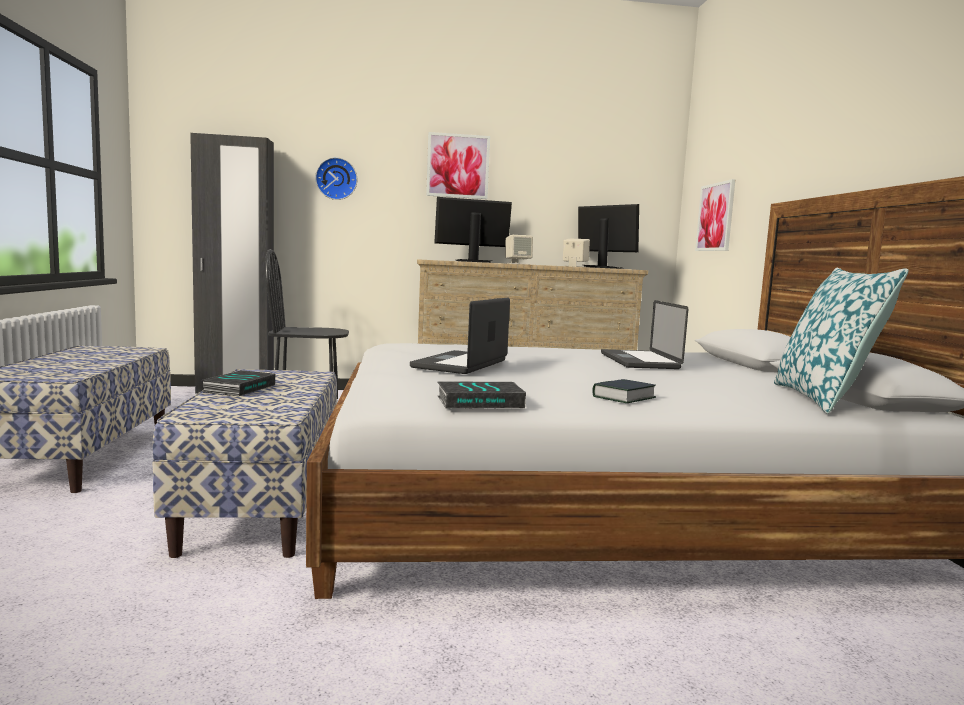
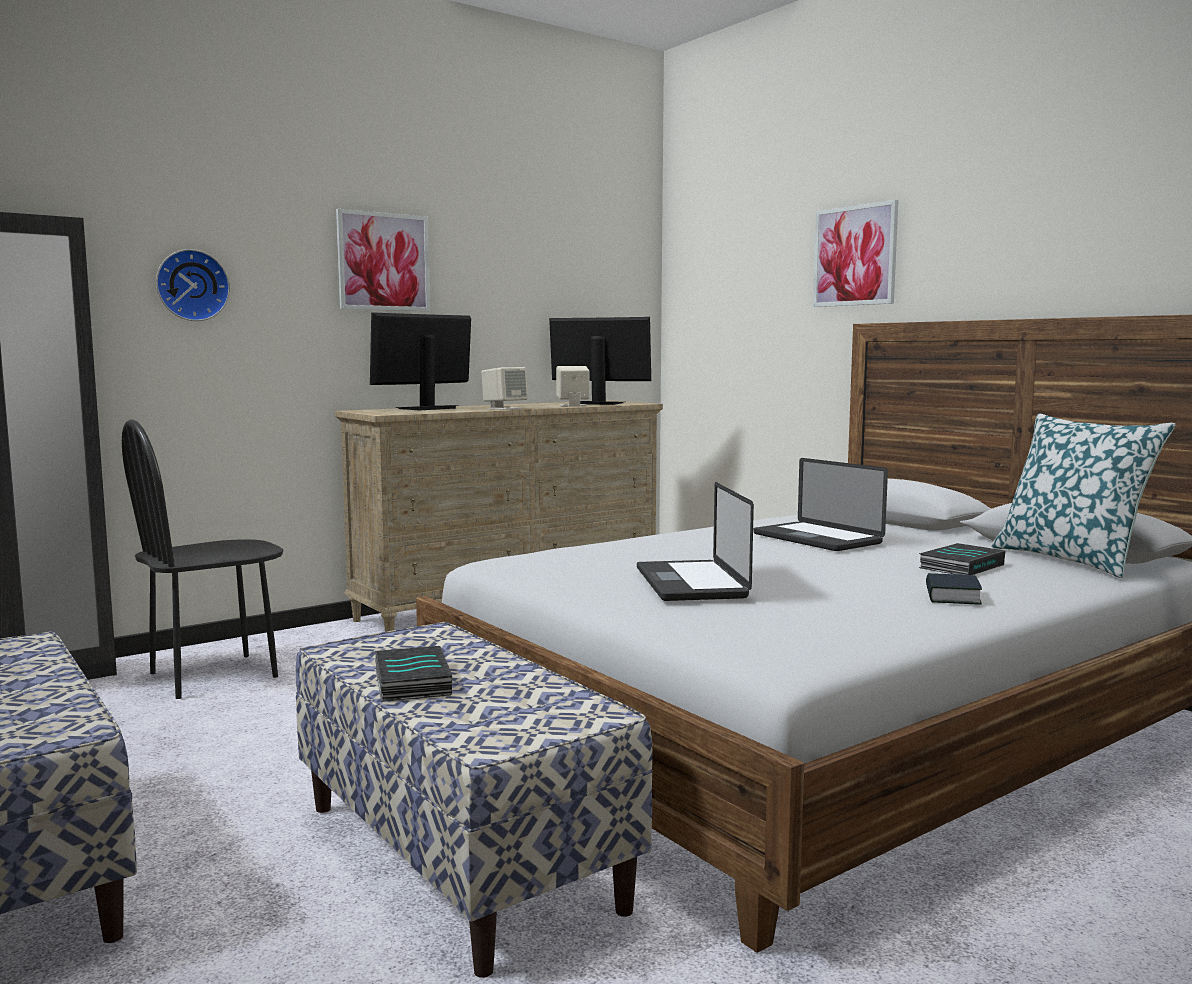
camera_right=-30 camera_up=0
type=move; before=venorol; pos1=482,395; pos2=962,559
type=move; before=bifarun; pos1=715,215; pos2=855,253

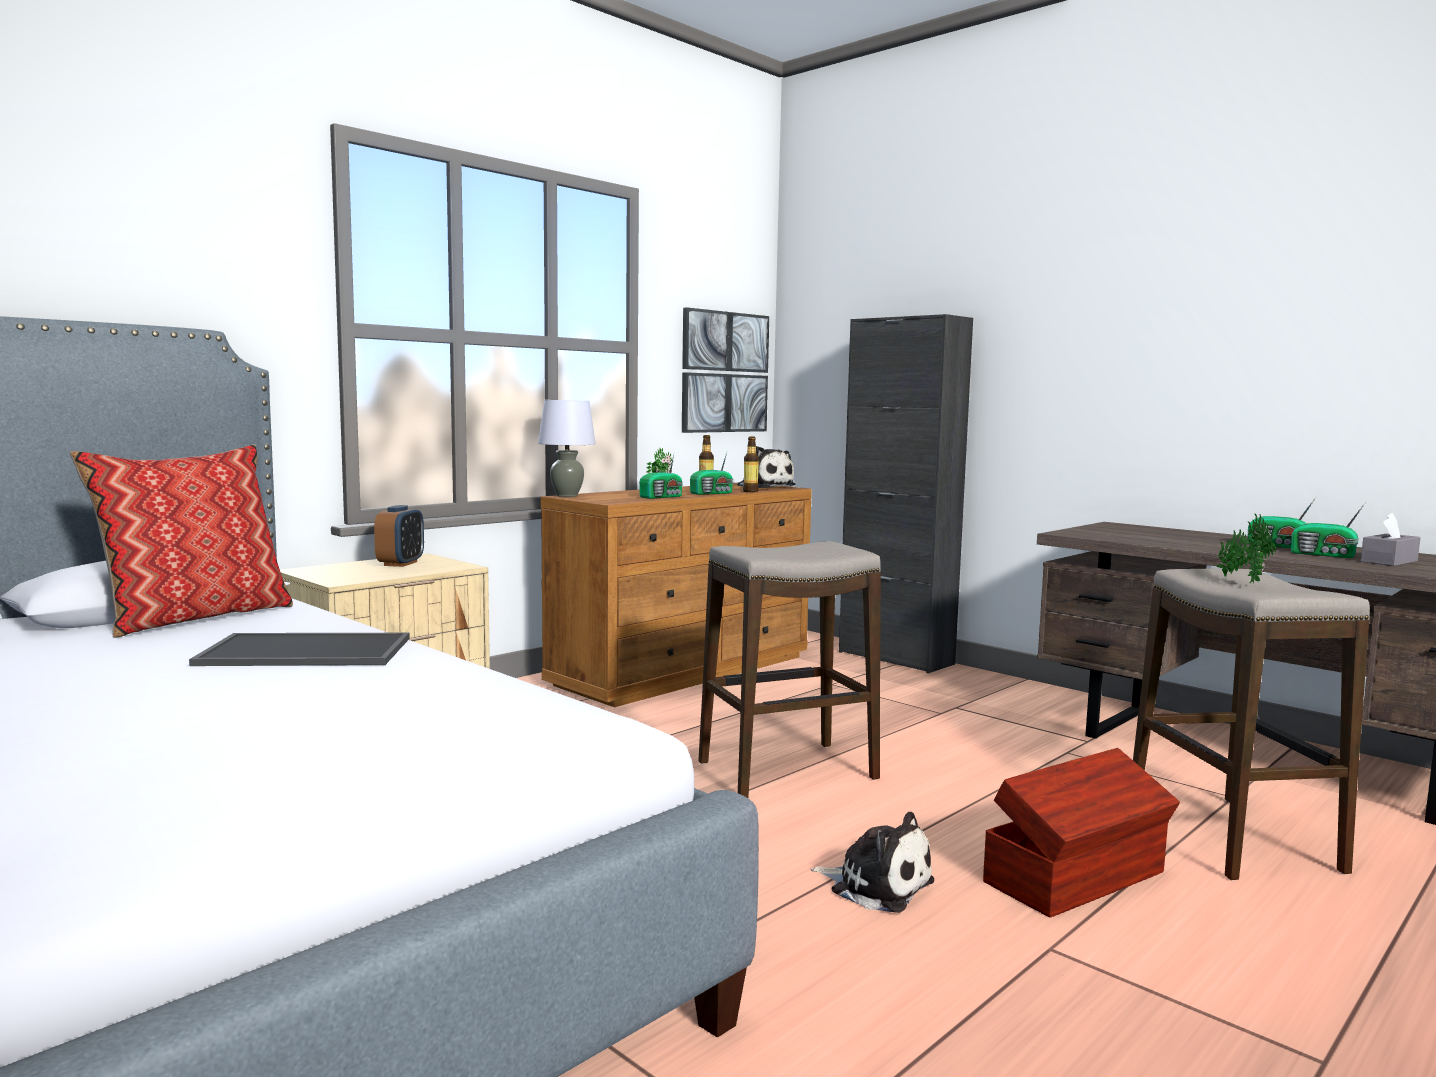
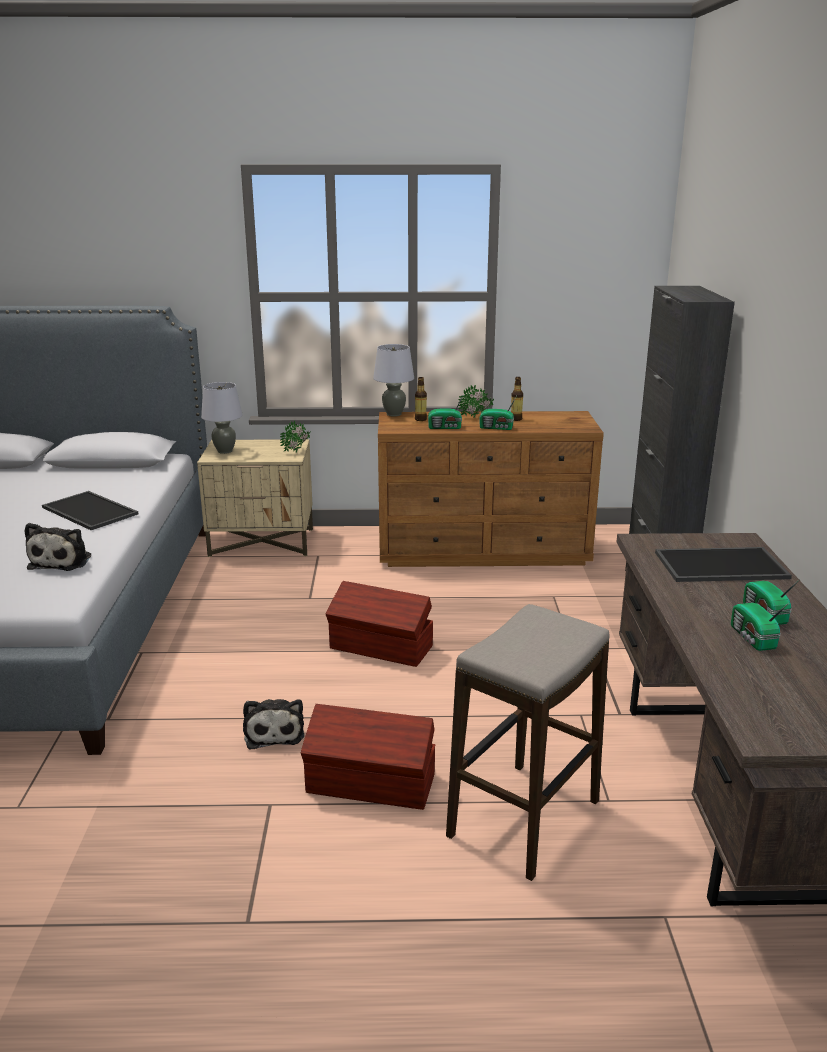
camera_right=45 camera_up=15
type=delete; before=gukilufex; pos1=181,541
type=delete; before=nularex; pos1=399,536
type=delete; before=bifarun; pos1=725,370
type=replace; before=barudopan; after=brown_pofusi; pos1=789,669; pos2=379,624
type=move; before=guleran; pos1=765,467; pos2=58,547
type=move; before=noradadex; pos1=751,464; pos2=421,399
type=move; before=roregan; pos1=1245,548; pos2=295,436
type=delete; before=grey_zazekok; pos1=1390,539
type=insert; after=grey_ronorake; pos2=222,418
type=insert; after=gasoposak; pos2=723,564

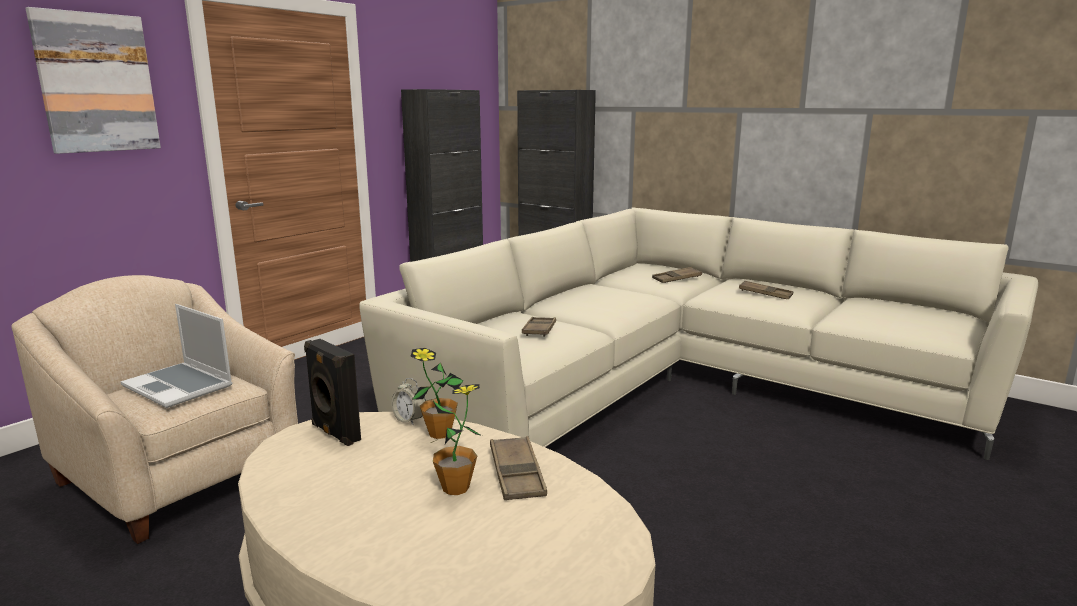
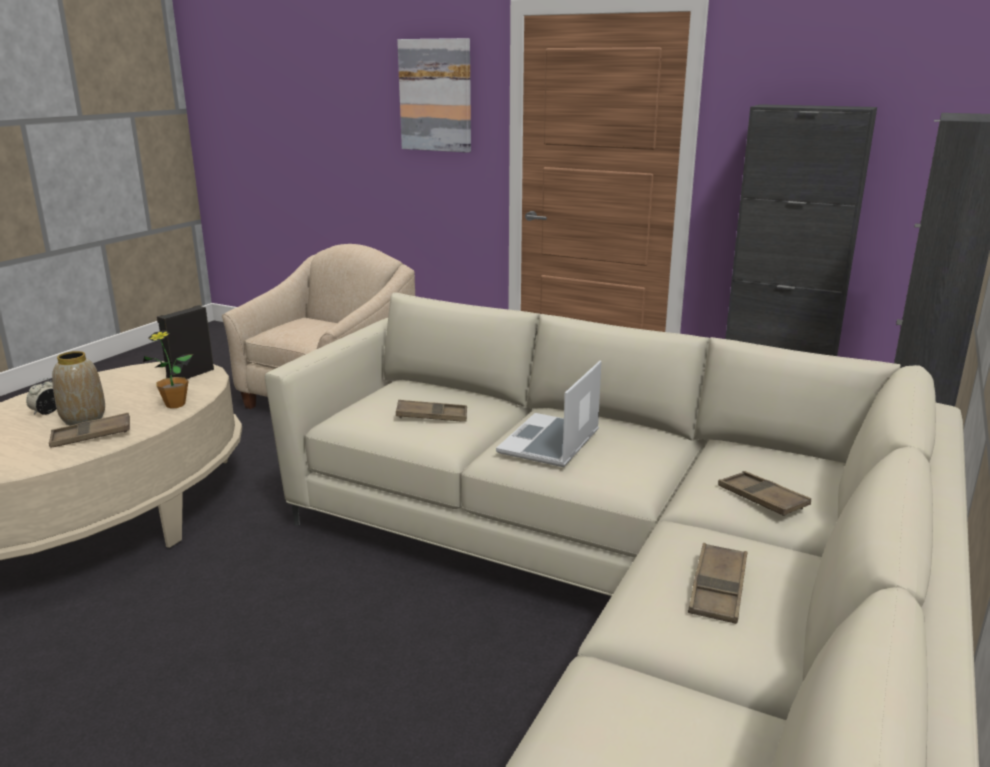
camera_right=80 camera_up=5
type=move; before=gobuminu; pos1=176,356; pos2=548,414
type=move; before=nularex; pos1=408,401; pos2=41,396
type=replace; before=roregan; after=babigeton; pos1=456,439; pos2=78,388

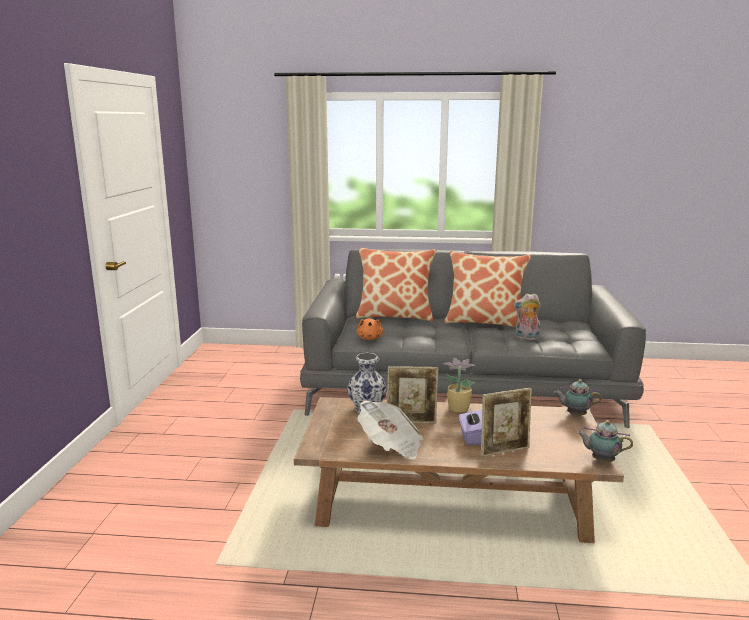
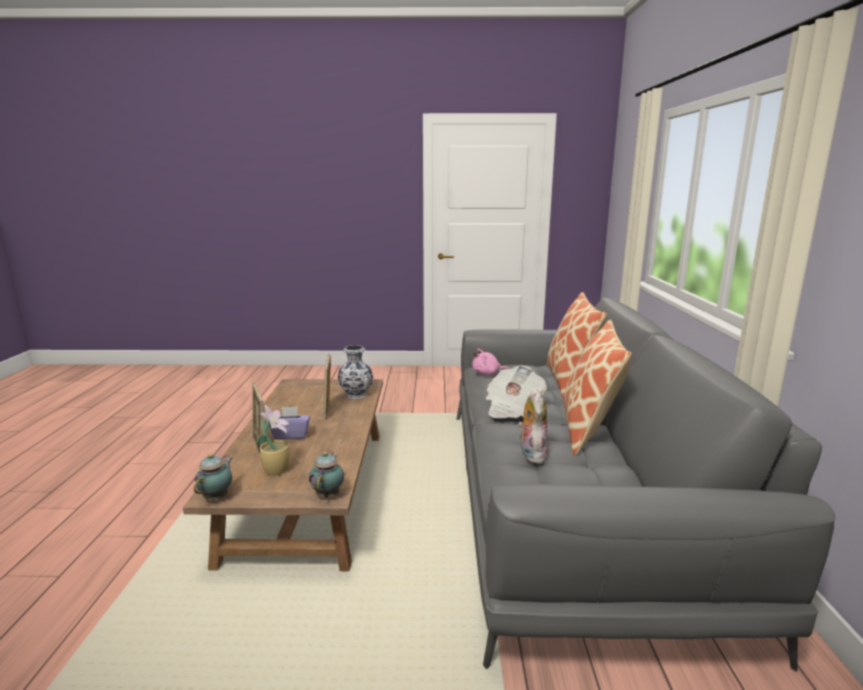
camera_right=85 camera_up=0
type=recolor; before=orange_guleran; after=pink_guleran; pos1=369,329; pos2=490,362
type=move; before=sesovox; pos1=390,430; pos2=516,392
type=move; before=roregan; pos1=459,385; pos2=273,440

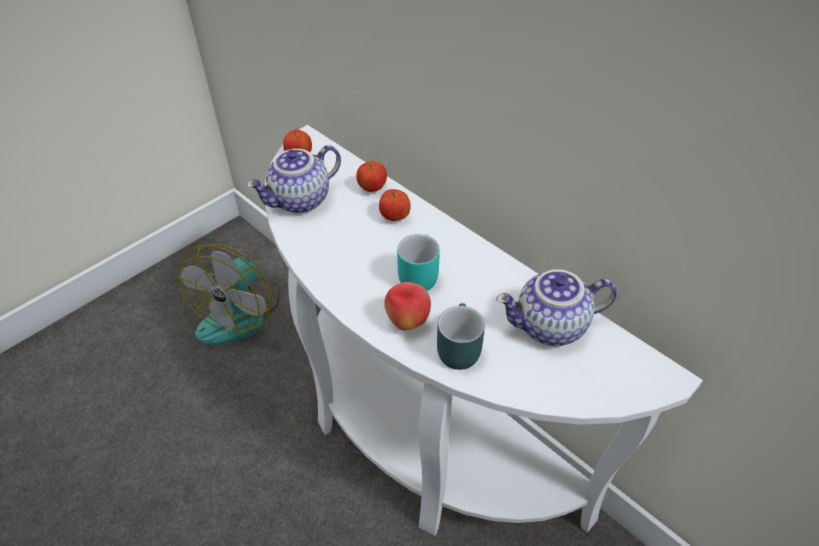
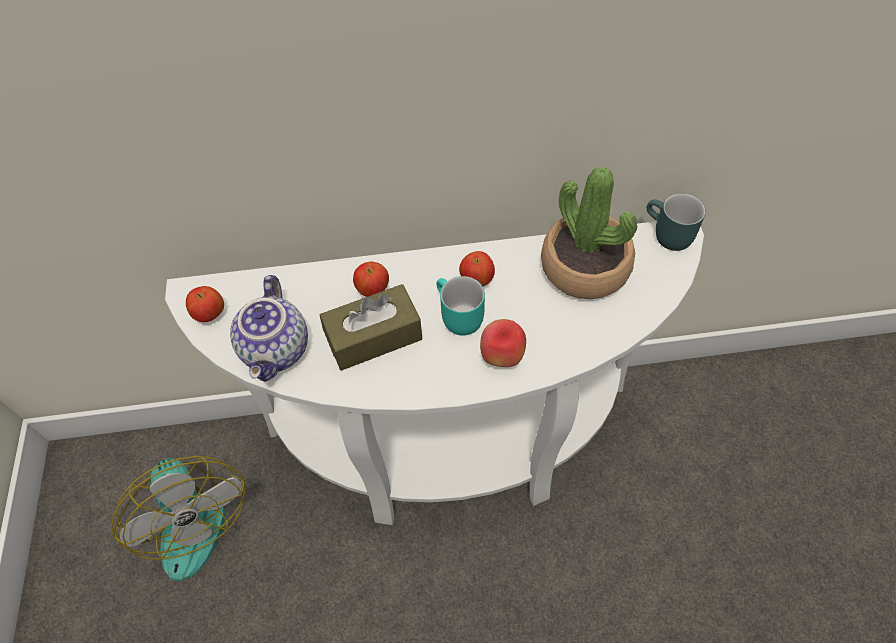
camera_right=-50 camera_up=10
type=move; before=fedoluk; pos1=371,176; pos2=477,268
type=move; before=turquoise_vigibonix; pos1=461,336; pos2=676,222
type=replace; before=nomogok; after=roregan; pos1=556,308; pos2=589,233
type=insert; after=brown_zazekok; pos2=371,327

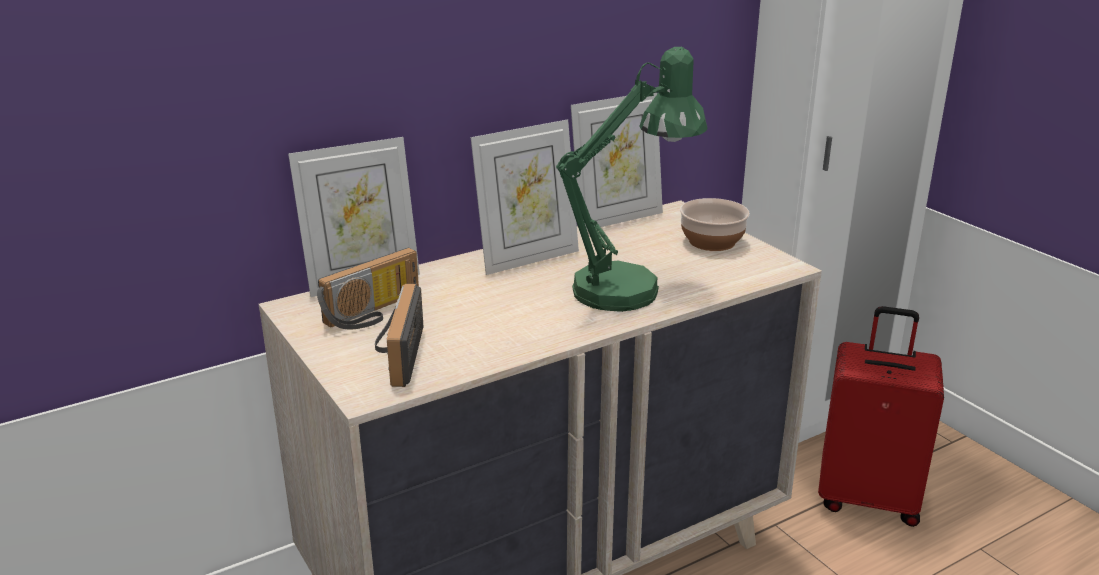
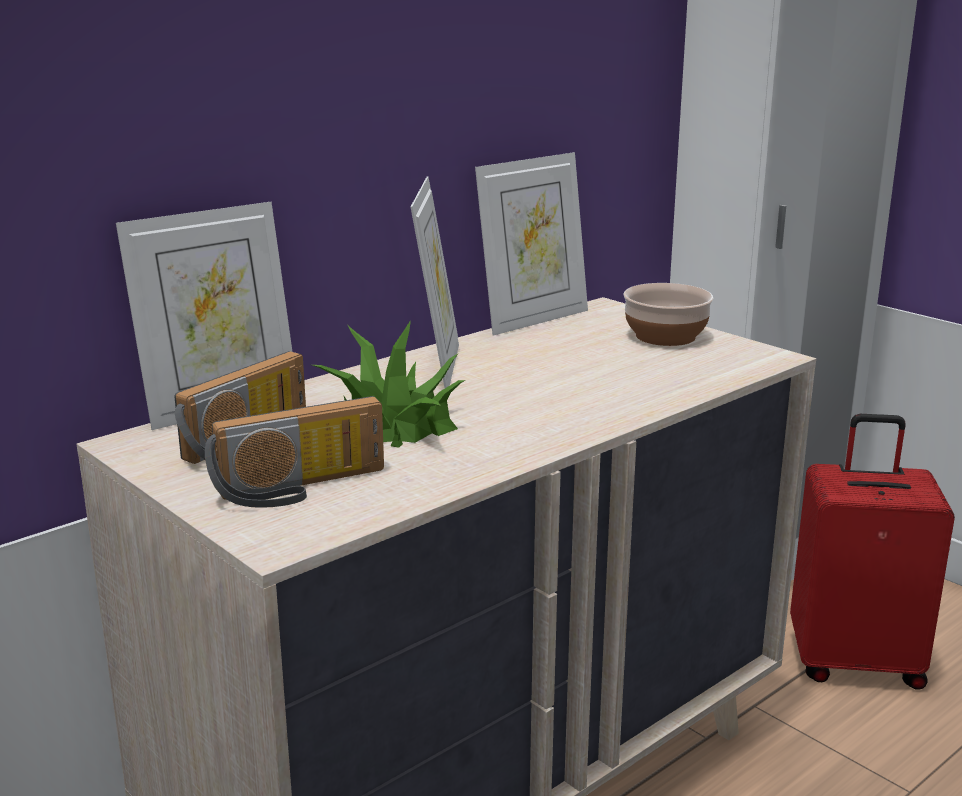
camera_right=-10 camera_up=-5
type=rotate; before=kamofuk; pos1=399,335; pos2=294,452; turn=-105
type=rotate; before=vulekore; pos1=525,197; pos2=435,282; turn=-45
type=delete; before=green_ronorake; pos1=631,179
type=insert; after=roregan; pos2=388,384

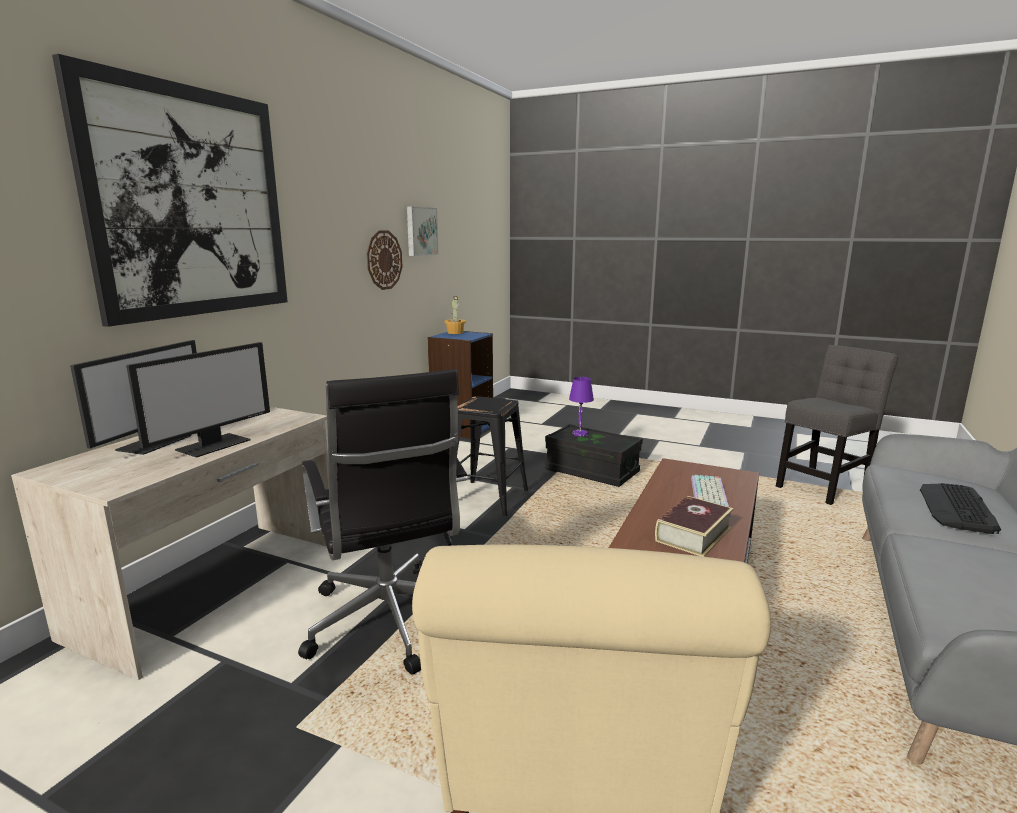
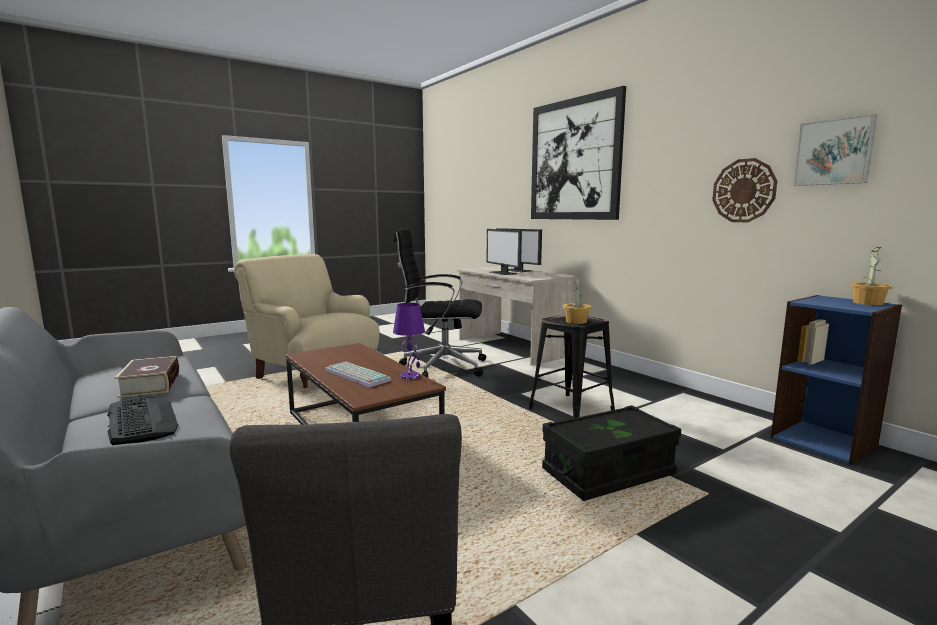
camera_right=120 camera_up=-5
type=move; before=purple_ronorake; pos1=581,407; pos2=409,341
type=move; before=venorol; pos1=694,526; pos2=147,377
type=insert; after=roregan; pos2=577,300

